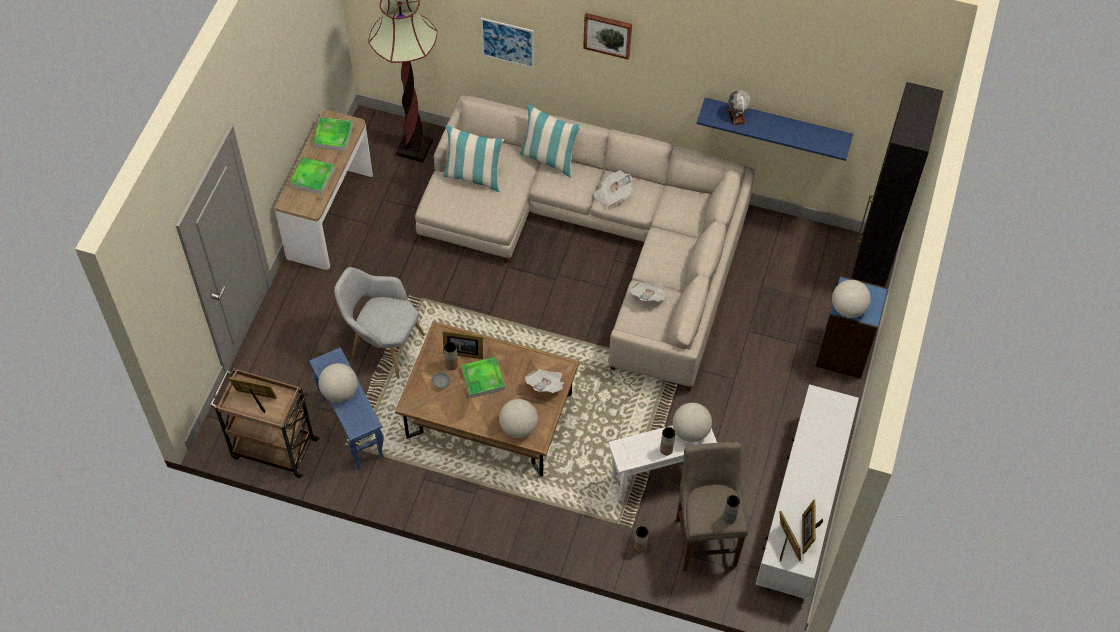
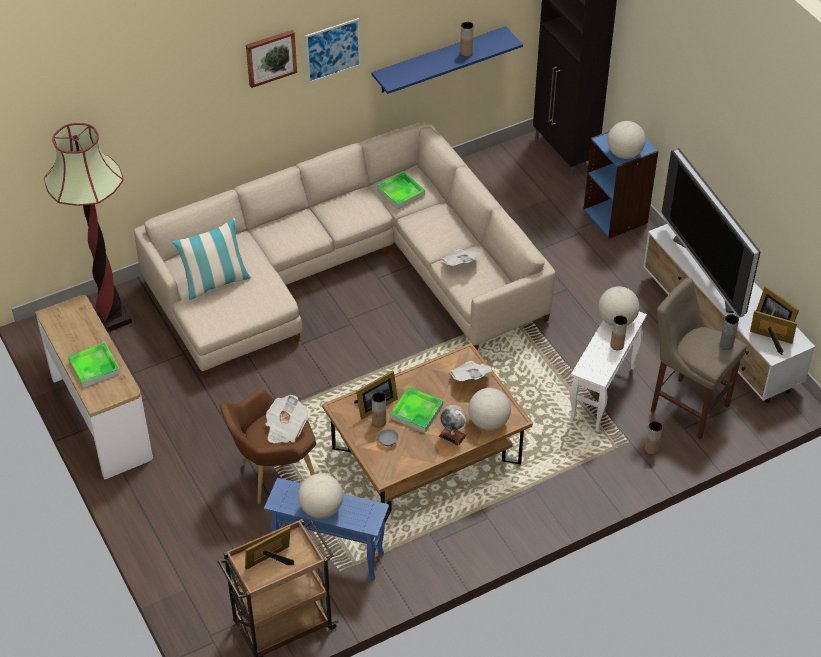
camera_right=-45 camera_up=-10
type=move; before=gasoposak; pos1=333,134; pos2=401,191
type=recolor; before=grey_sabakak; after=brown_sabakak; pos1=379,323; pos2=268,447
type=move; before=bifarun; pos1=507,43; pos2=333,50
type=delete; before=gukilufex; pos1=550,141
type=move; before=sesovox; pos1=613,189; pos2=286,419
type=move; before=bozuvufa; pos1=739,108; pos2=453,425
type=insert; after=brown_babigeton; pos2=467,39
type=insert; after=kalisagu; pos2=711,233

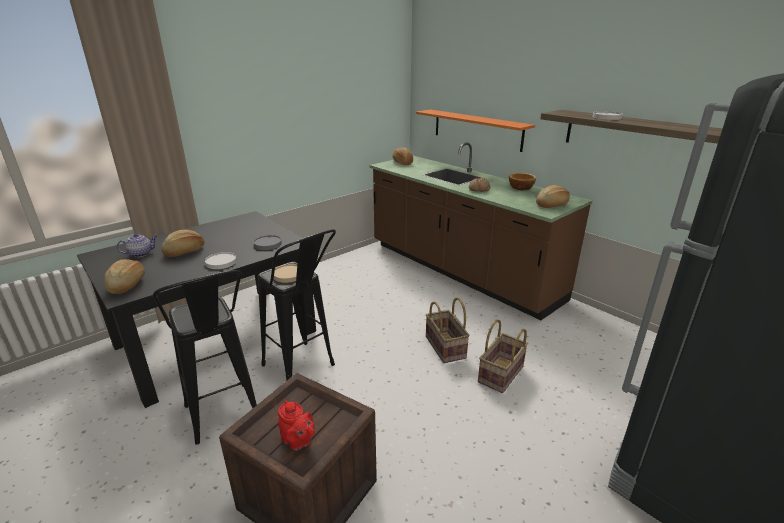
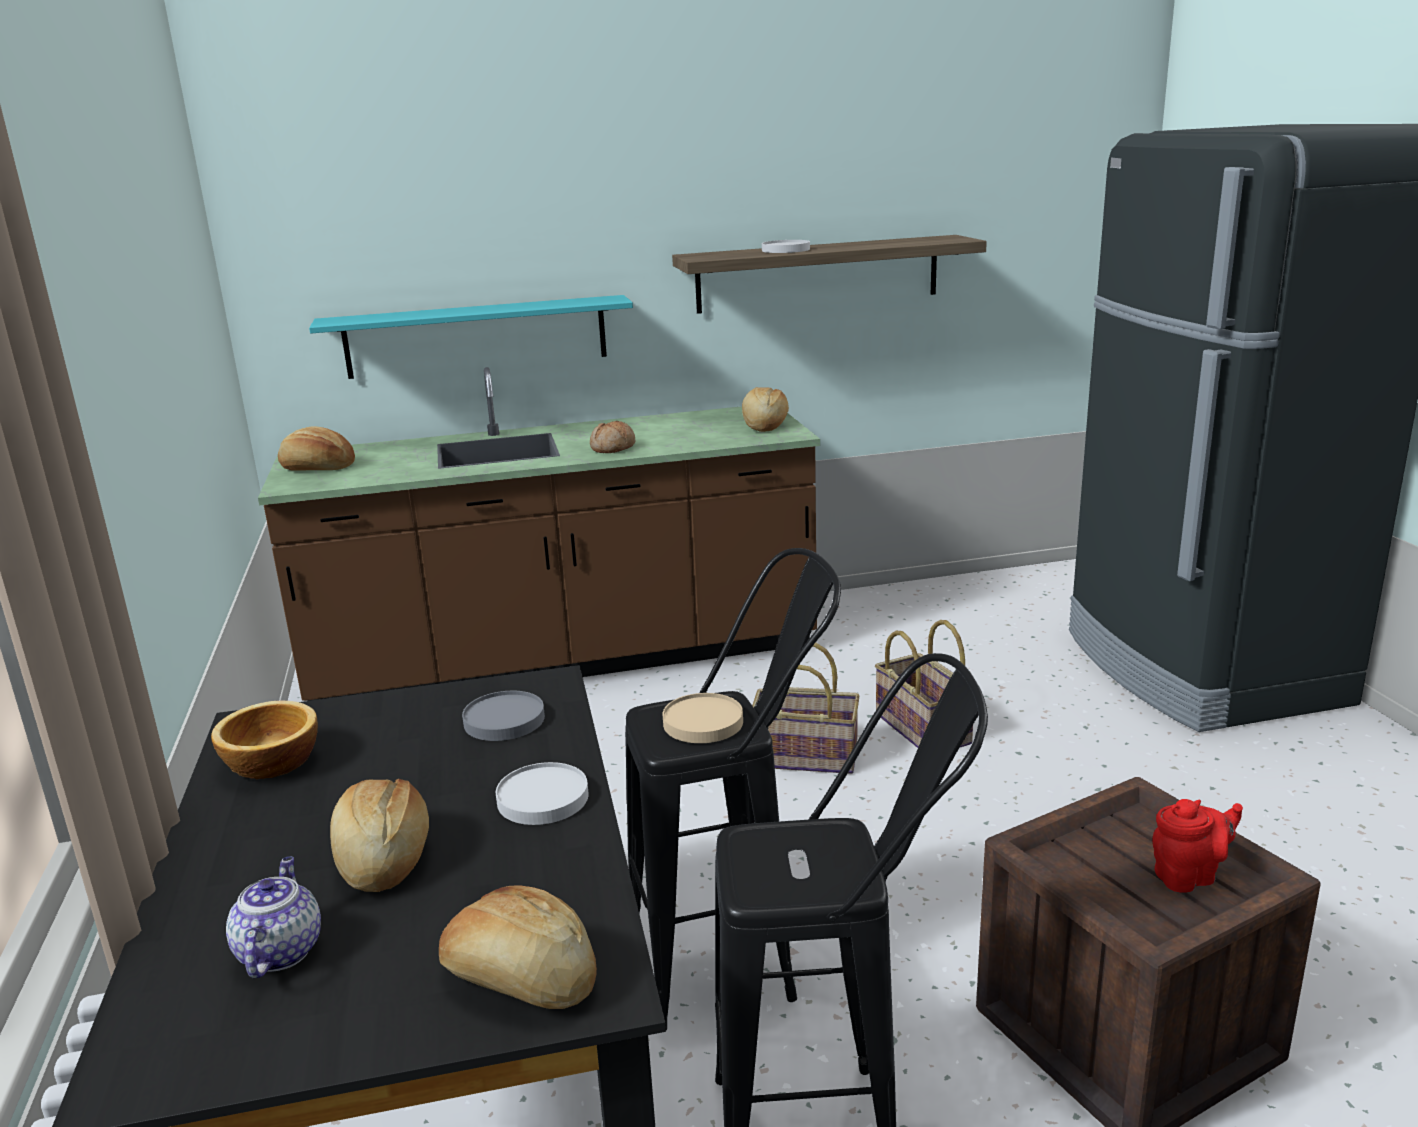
camera_right=-60 camera_up=-5
type=recolor; before=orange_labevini; after=turquoise_labevini; pos1=475,131; pos2=471,337
type=move; before=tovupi; pos1=522,181; pos2=264,740

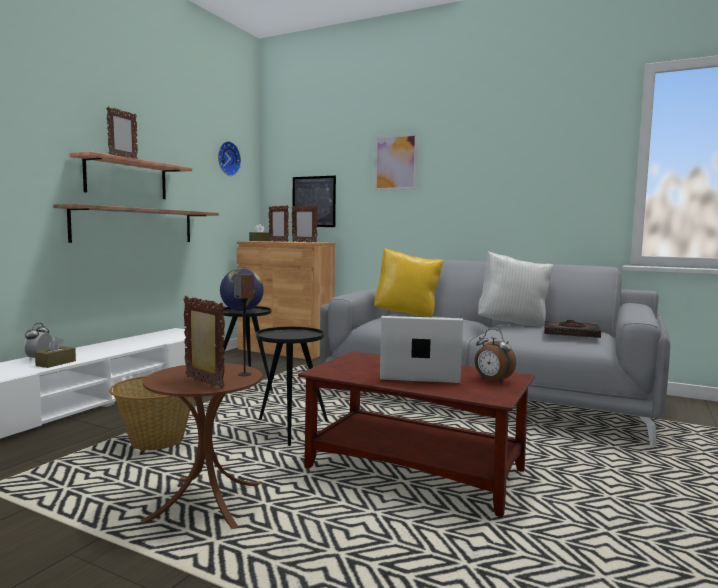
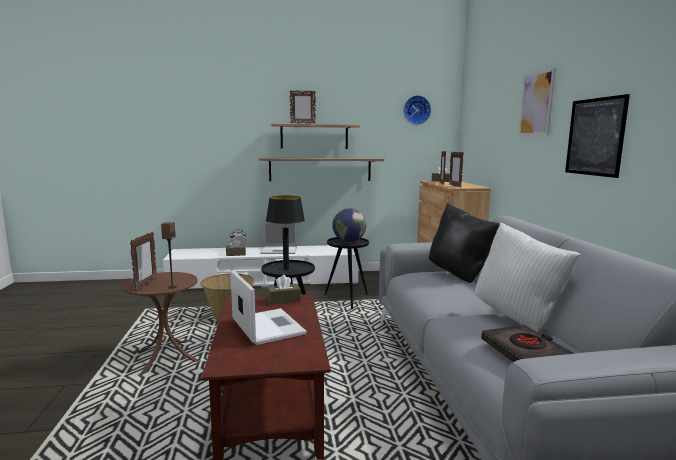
camera_right=55 camera_up=5
type=move; before=bifarun; pos1=314,201; pos2=597,136
type=recolor; before=yellow_gukilufex; after=black_gukilufex; pos1=408,282; pos2=464,243
type=delete; before=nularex; pos1=495,356
type=insert; after=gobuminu; pos2=278,237
type=insert; after=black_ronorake; pos2=285,233
type=insert; after=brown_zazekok; pos2=284,289

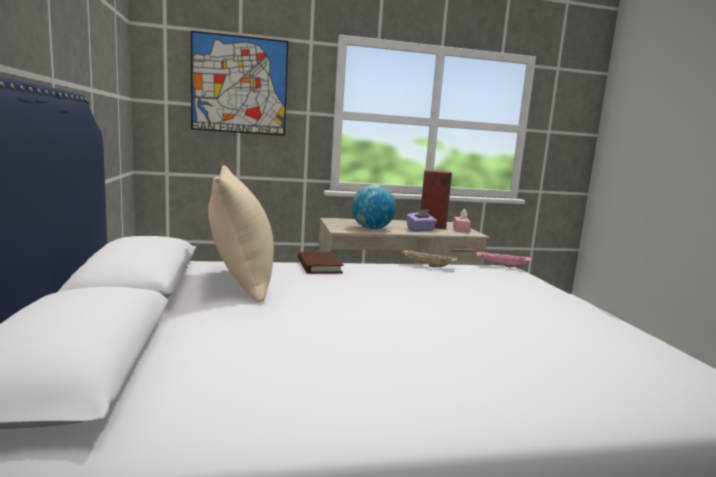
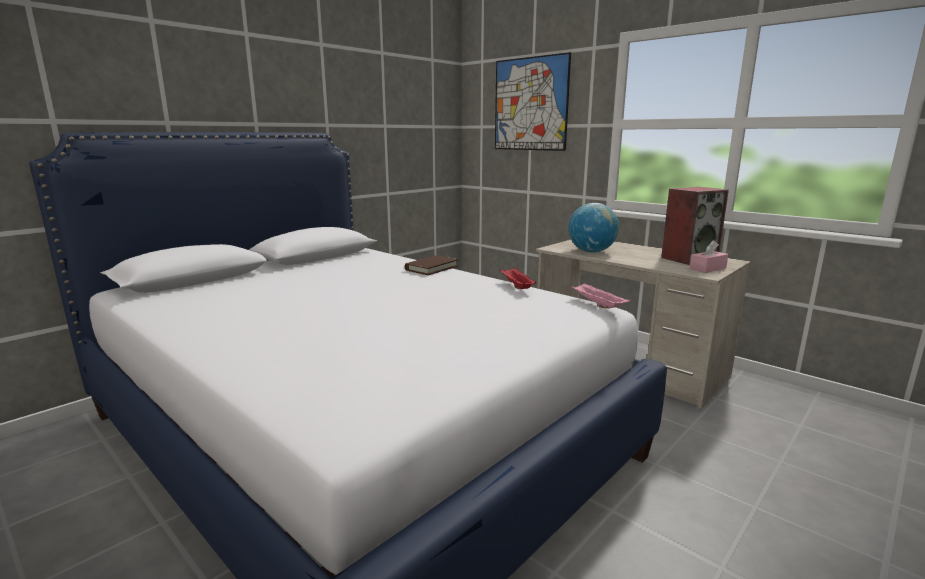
camera_right=55 camera_up=5
type=delete; before=beige_gukilufex; pos1=241,233
type=recolor; before=beige_gasoposak; after=red_gasoposak; pos1=429,258; pos2=518,278
type=delete; before=purple_zazekok; pos1=421,220

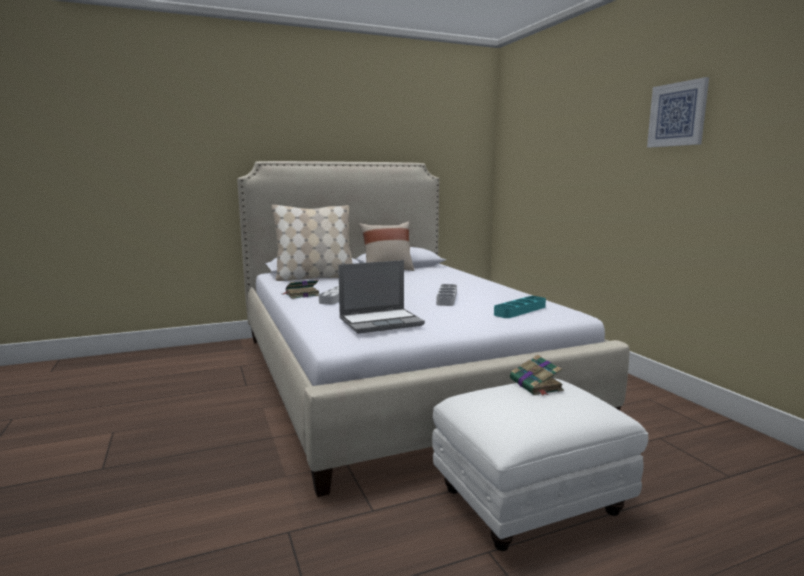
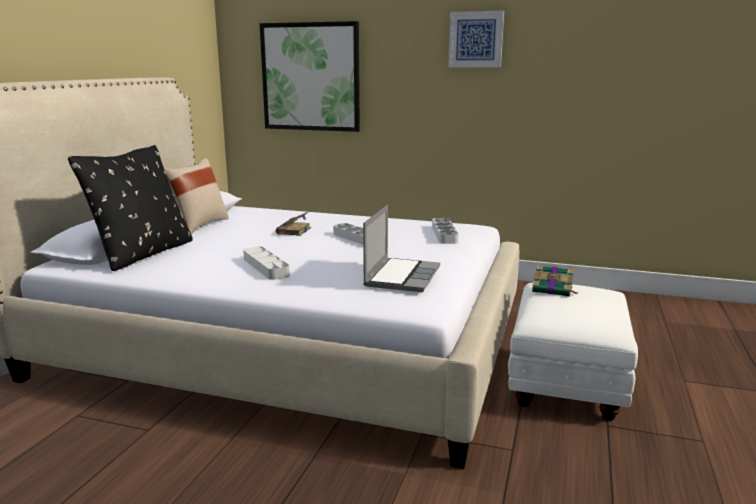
camera_right=-50 camera_up=5
type=recolor; before=beige_gukilufex; after=black_gukilufex; pos1=312,243; pos2=130,208
type=move; before=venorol; pos1=300,289; pos2=293,224
type=recolor; before=turquoise_gasoposak; after=grey_gasoposak; pos1=520,307; pos2=445,231
type=insert; after=bifarun; pos2=310,76

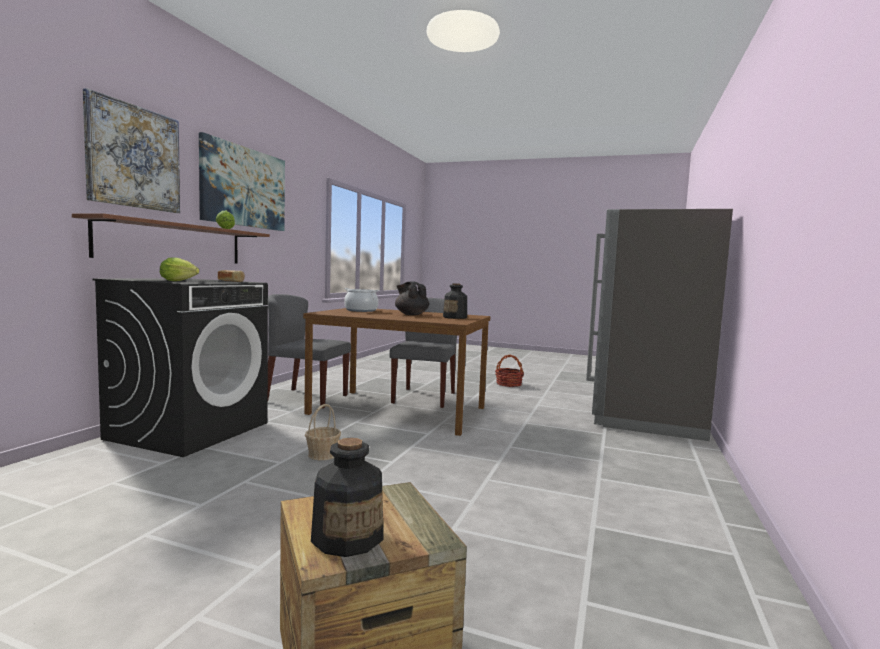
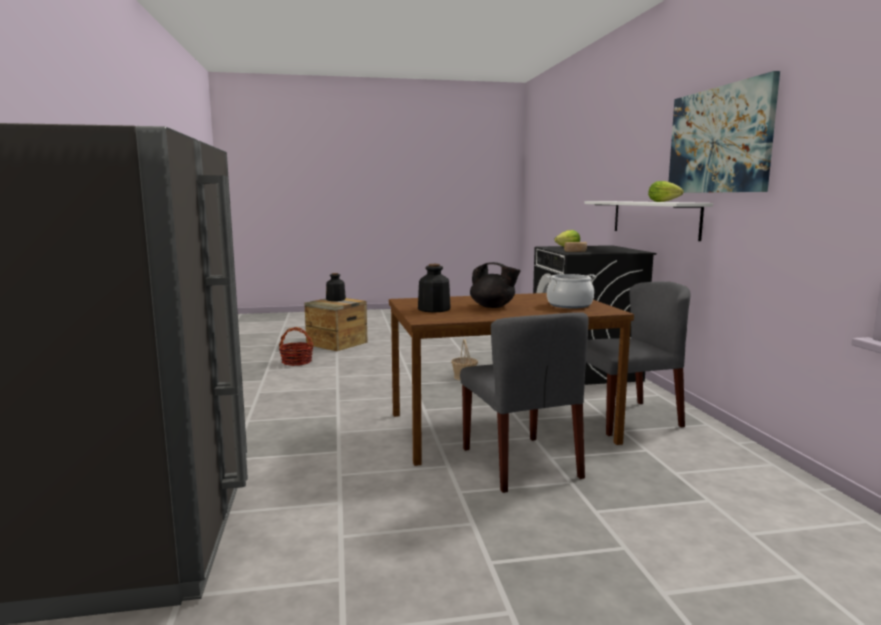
camera_right=150 camera_up=5
type=recolor; before=brown_labevini; after=white_labevini; pos1=171,238; pos2=648,221
type=delete; before=bifarun; pos1=131,150
type=move; before=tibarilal; pos1=509,370; pos2=296,346

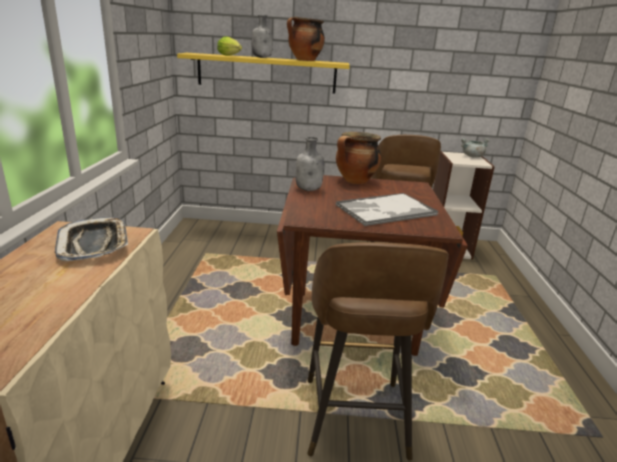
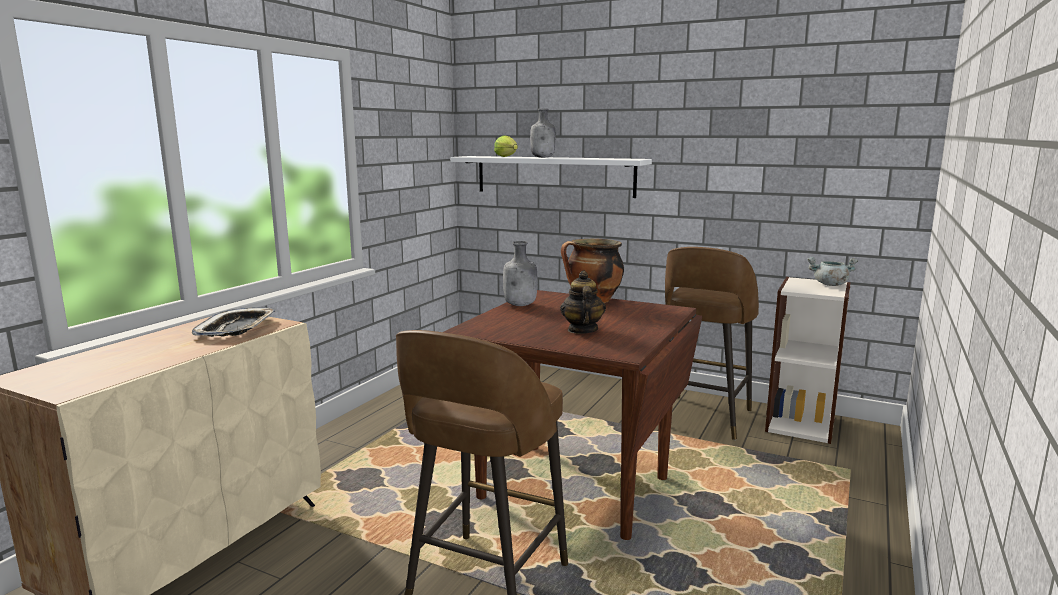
camera_right=25 camera_up=-10
type=recolor; before=yellow_labevini; after=white_labevini; pos1=263,73; pos2=551,177
type=delete; before=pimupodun; pos1=306,39
type=replace; before=gasoposak; after=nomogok; pos1=387,209; pos2=583,302

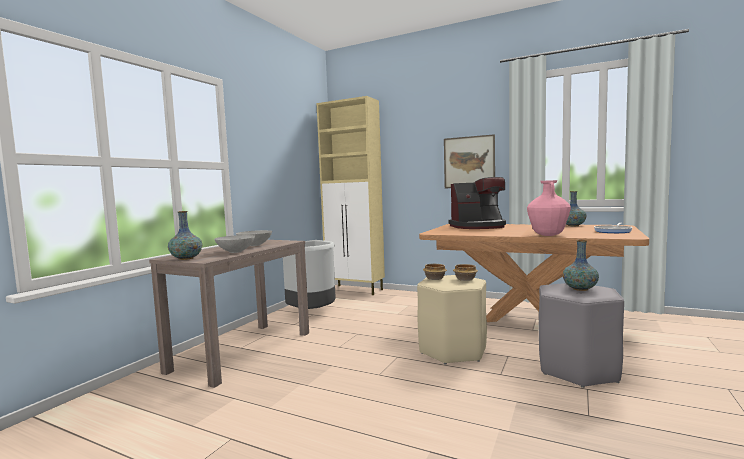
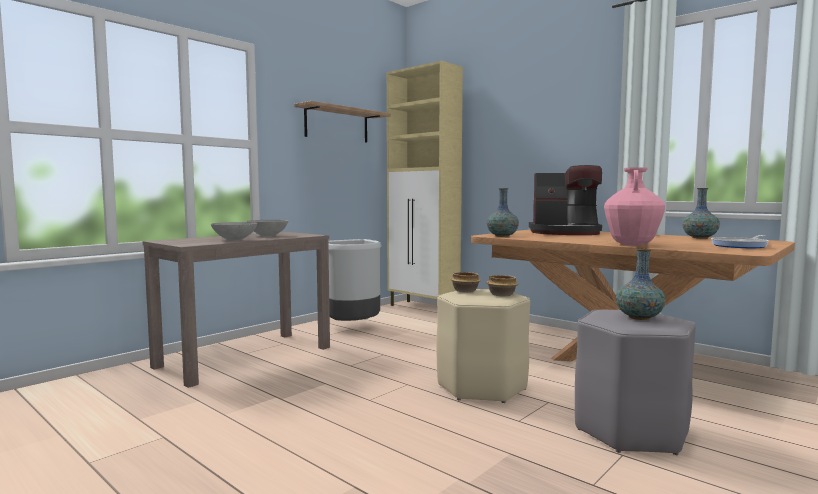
camera_right=15 camera_up=0
type=move; before=babigeton; pos1=185,235; pos2=503,212
type=delete; before=bifarun; pos1=469,161
type=insert; after=labevini; pos2=342,122

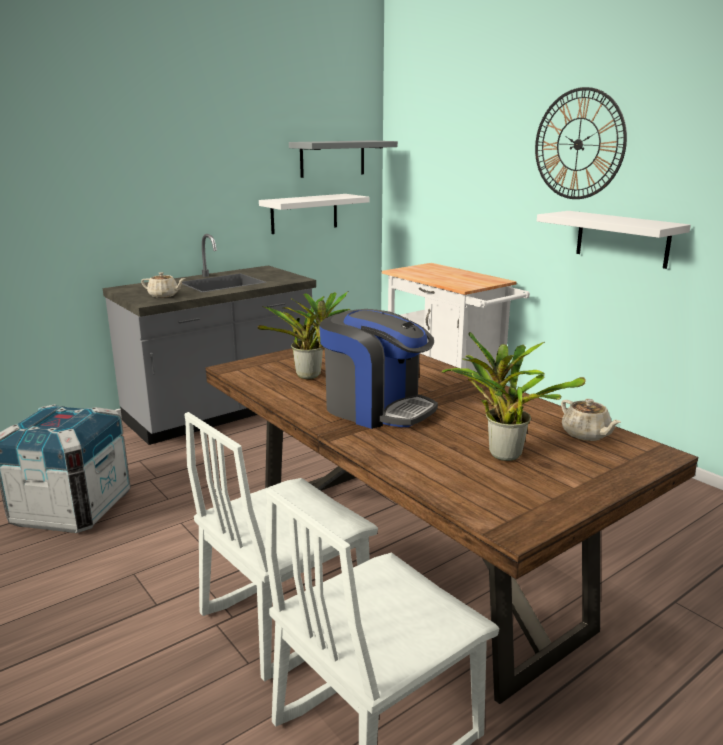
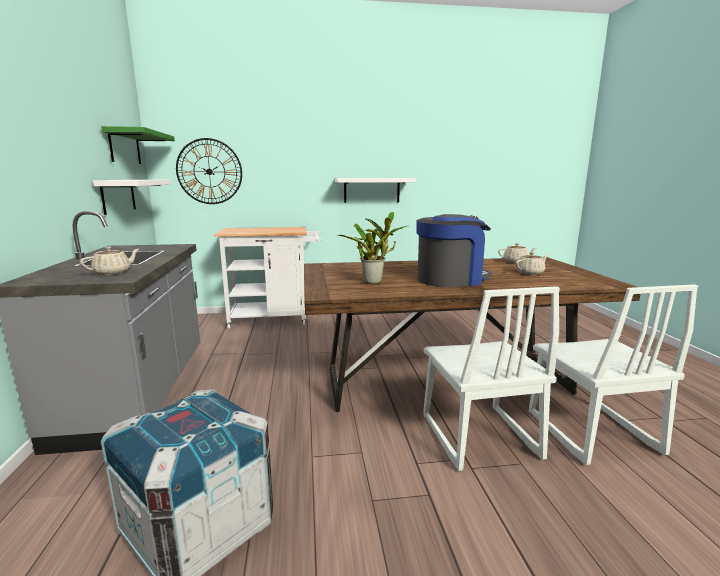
camera_right=-60 camera_up=-5
type=recolor; before=grey_labevini; after=green_labevini; pos1=343,159; pos2=138,145
type=replace; before=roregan; after=beige_nomogok; pos1=513,396; pos2=532,263
type=move; before=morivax; pos1=581,143; pos2=209,171

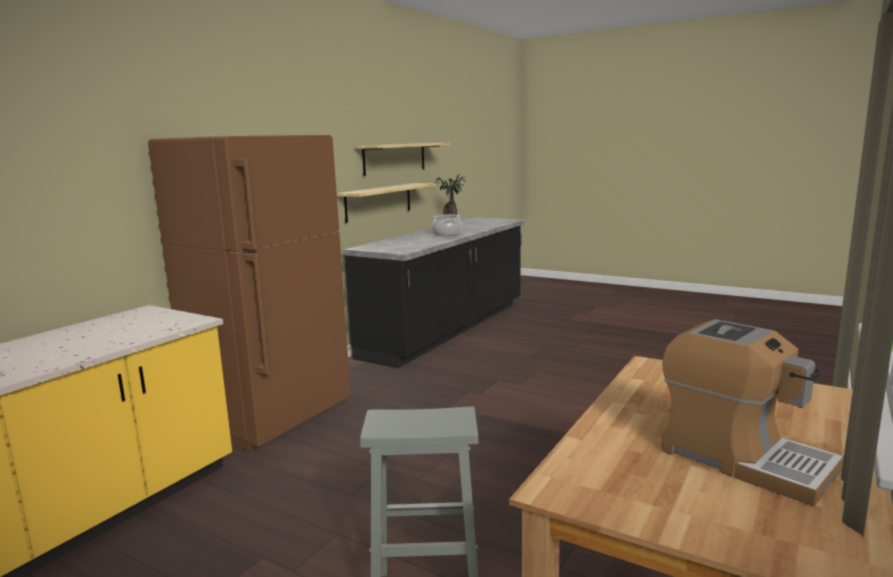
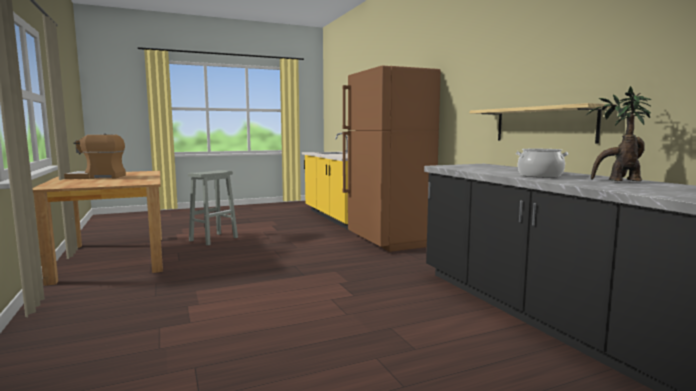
camera_right=125 camera_up=-5
type=delete; before=labevini; pos1=402,159

